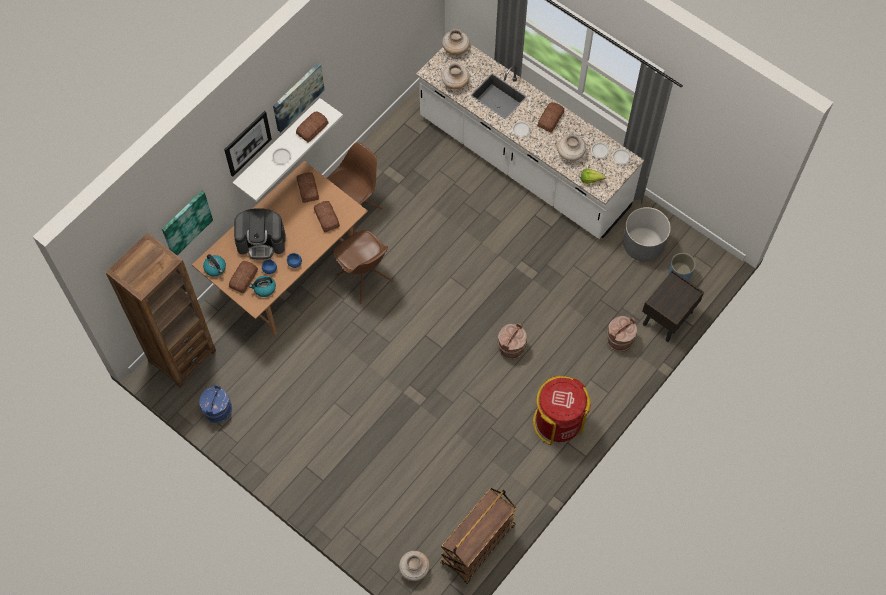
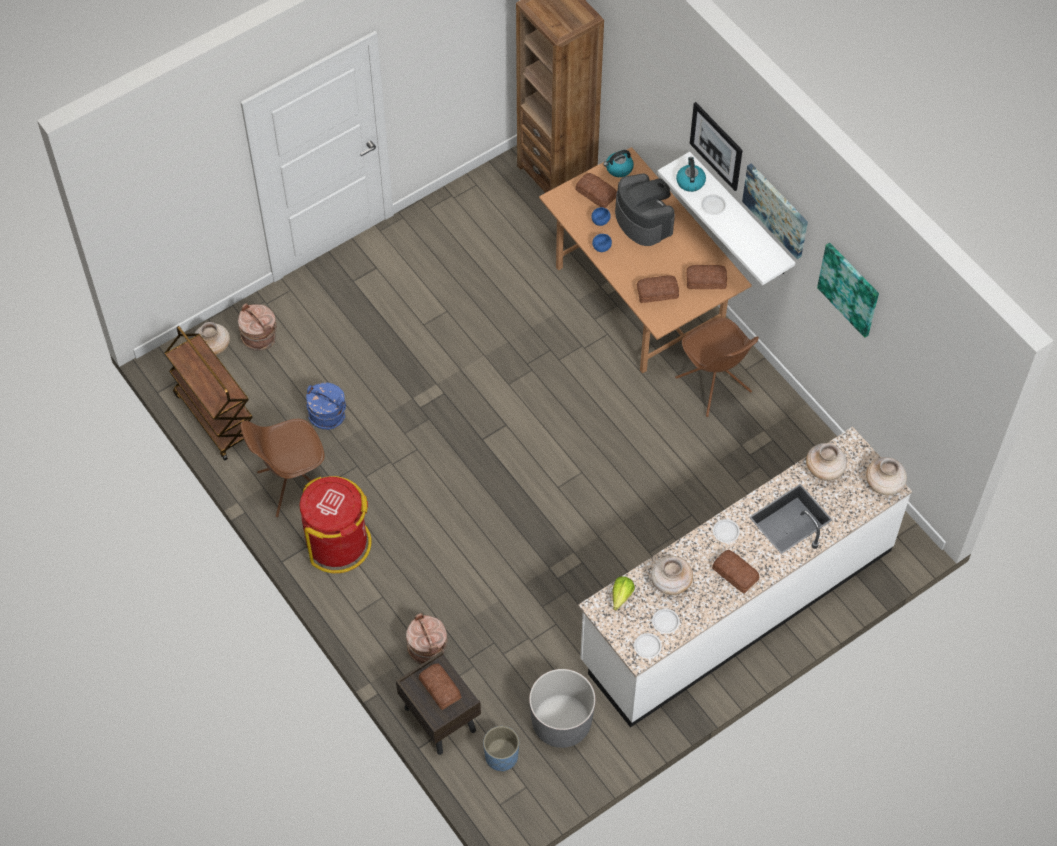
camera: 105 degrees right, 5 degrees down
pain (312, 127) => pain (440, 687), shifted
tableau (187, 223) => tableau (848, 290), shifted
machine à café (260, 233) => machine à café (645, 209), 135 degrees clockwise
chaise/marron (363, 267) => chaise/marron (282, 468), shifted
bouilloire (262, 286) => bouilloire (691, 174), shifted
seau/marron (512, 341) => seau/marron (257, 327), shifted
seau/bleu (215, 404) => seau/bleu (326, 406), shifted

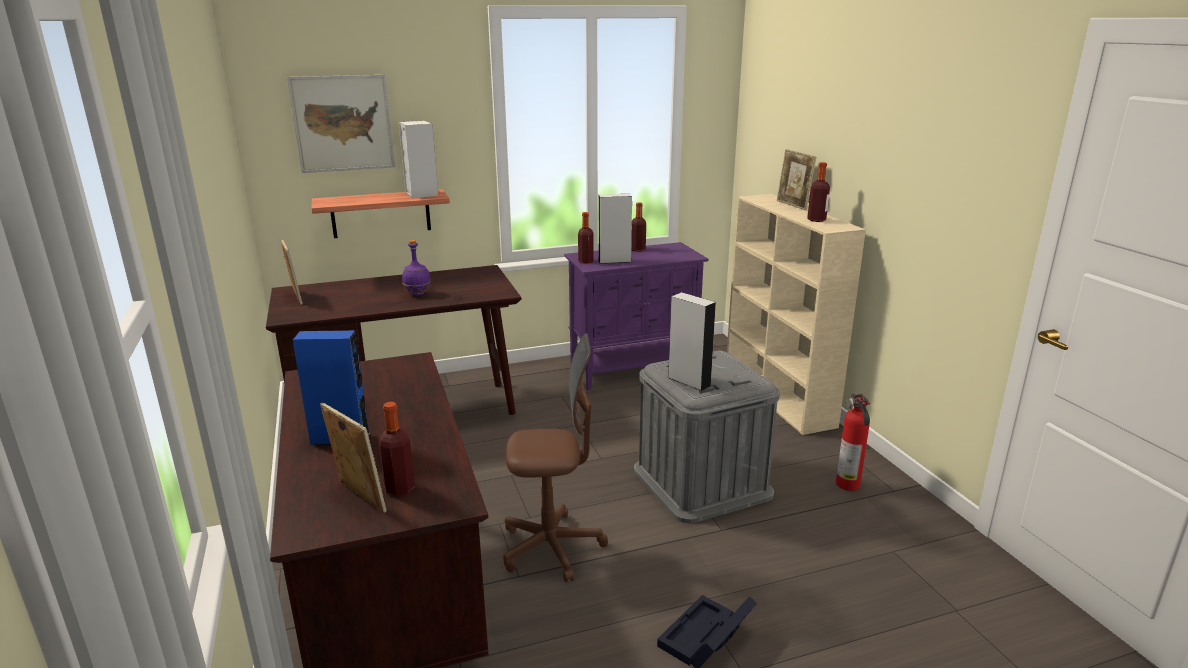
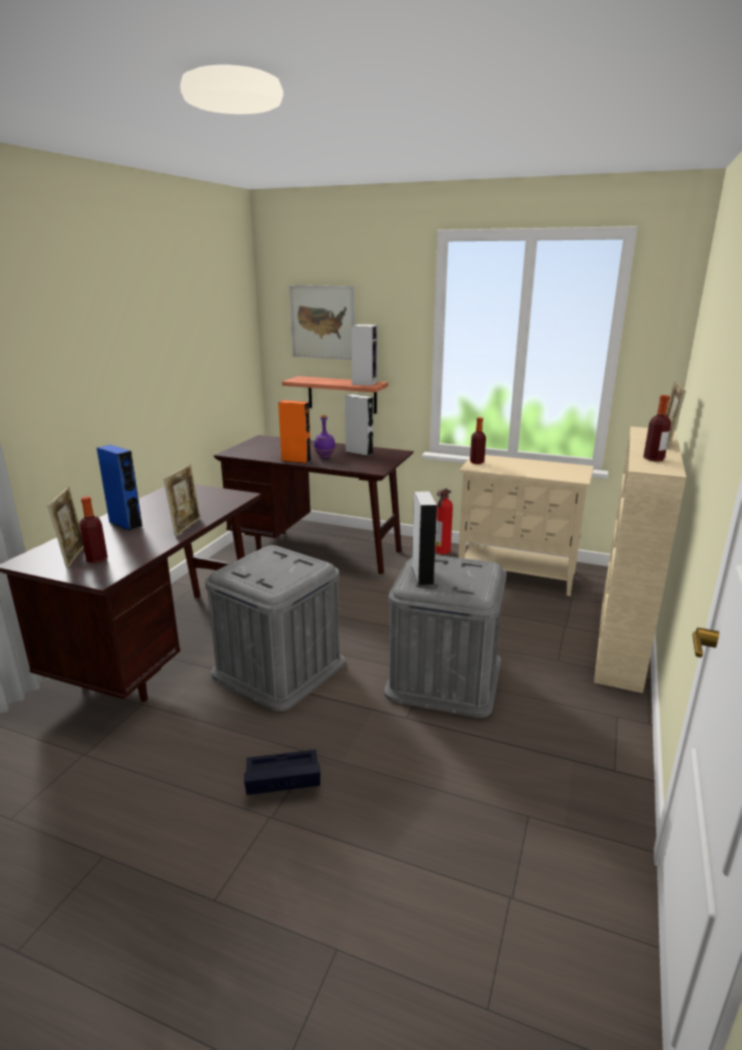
camera: 40 degrees right, 0 degrees up
enceinte/gris (615, 229) => enceinte/gris (359, 425), shifted
bouteille (638, 227) => nothing
cadre photo (292, 272) => cadre photo (182, 500), shifted
meuble de rangement/violet (636, 316) => meuble de rangement/beige (526, 525)
chaise de bureau/marron (555, 458) => boîte de rangement/gris (275, 628)
extincteur (853, 442) => extincteur (444, 521), shifted
nothing => enceinte/orange (294, 431)

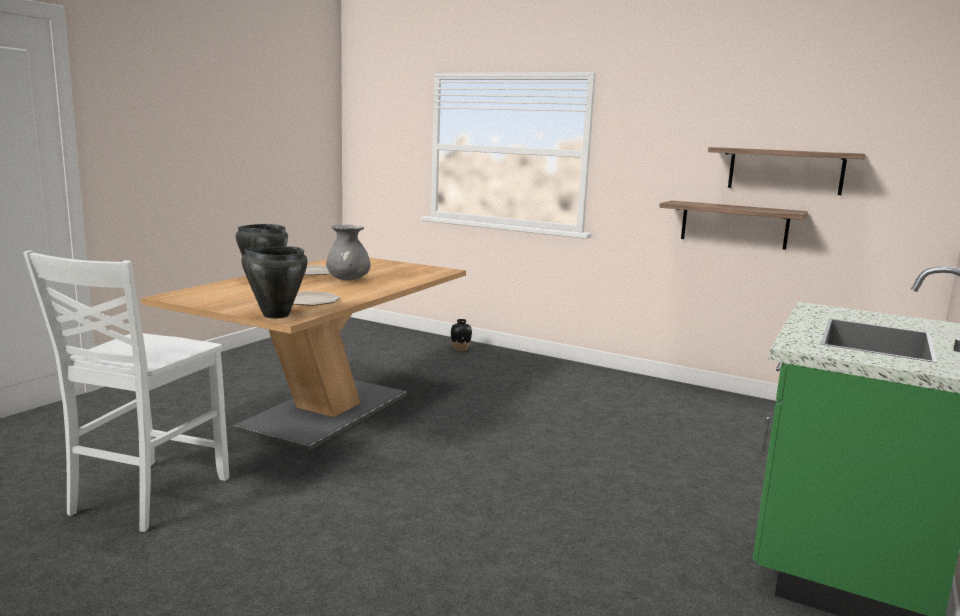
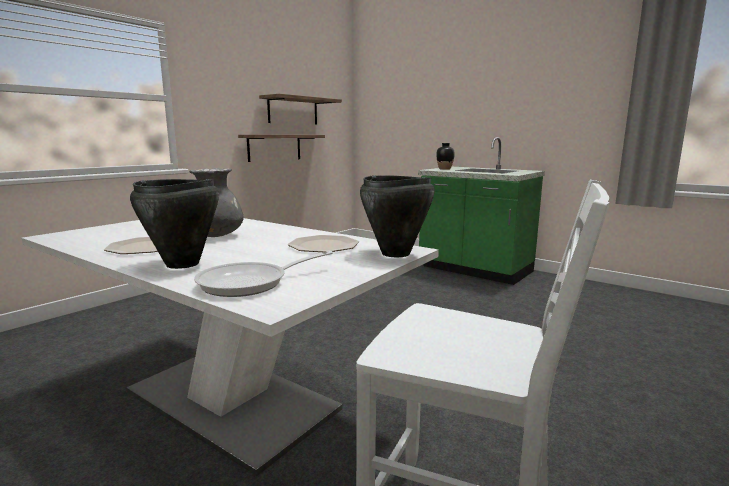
camera: 80 degrees left, 0 degrees up
table à manger/marron (303, 354) => table à manger/blanc (230, 347)
vase/noir (461, 335) => vase/noir (445, 156), shifted
nothing => poêle (263, 274)

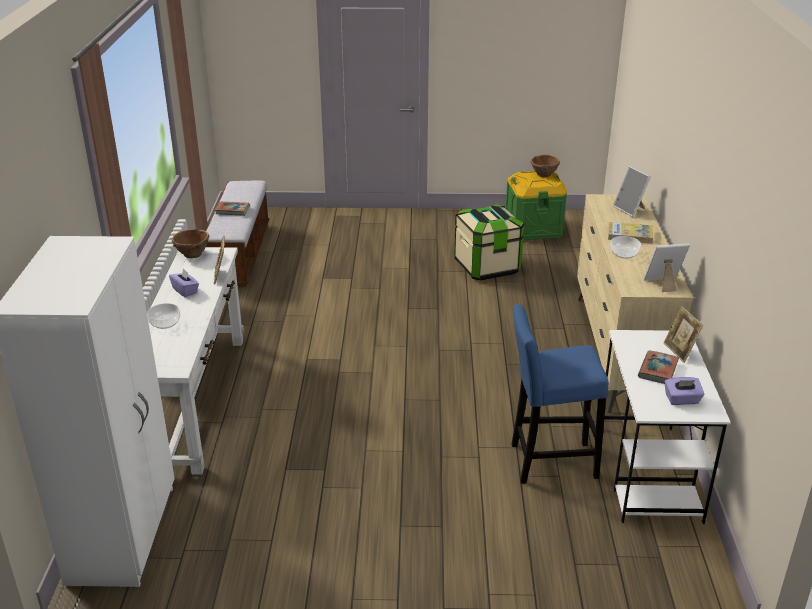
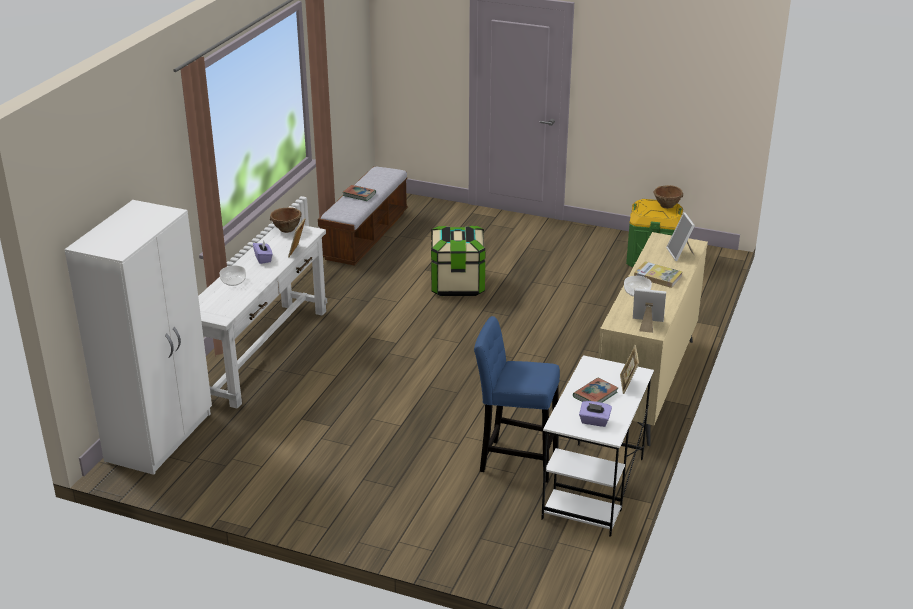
camera: 20 degrees right, 0 degrees up
boîte de rangement (489, 243) => boîte de rangement (458, 261), shifted

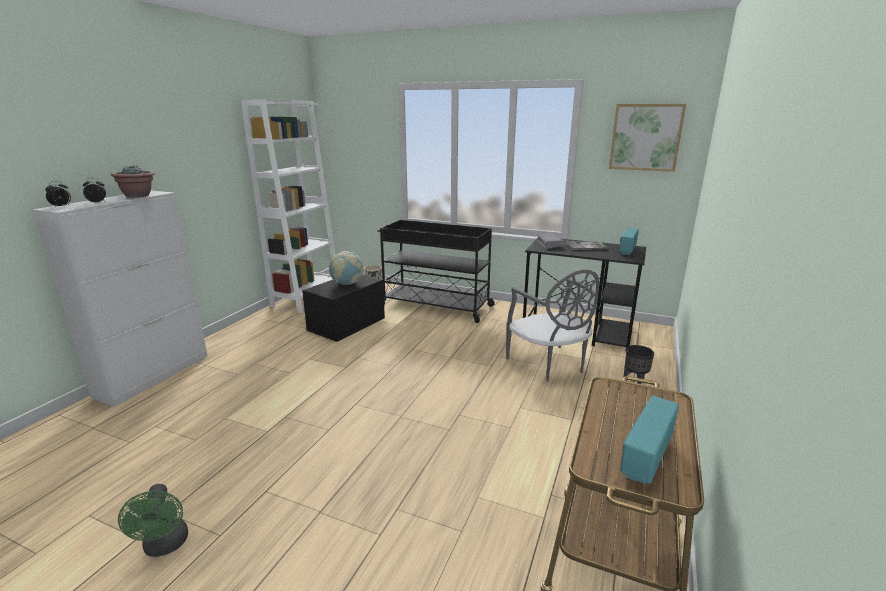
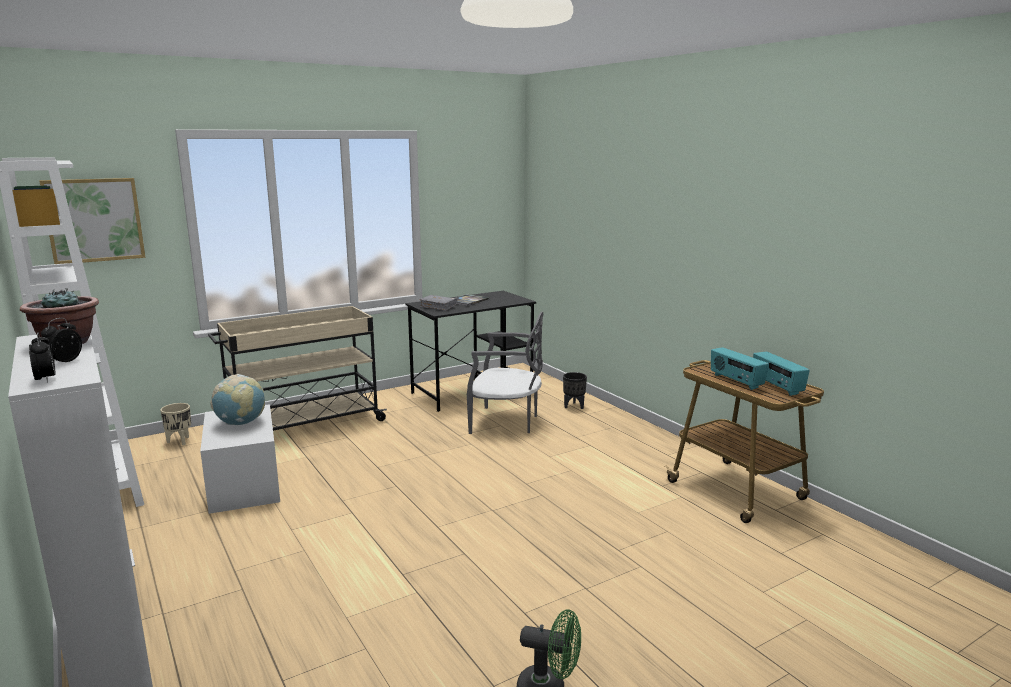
camera: 55 degrees left, 5 degrees down
tableau (647, 138) => tableau (92, 221), shifted
chariot/noir (437, 271) => chariot/beige (297, 368)
radio (629, 241) => radio (740, 368), shifted
boîte de rangement/noir (343, 308) => boîte de rangement/blanc (240, 459)

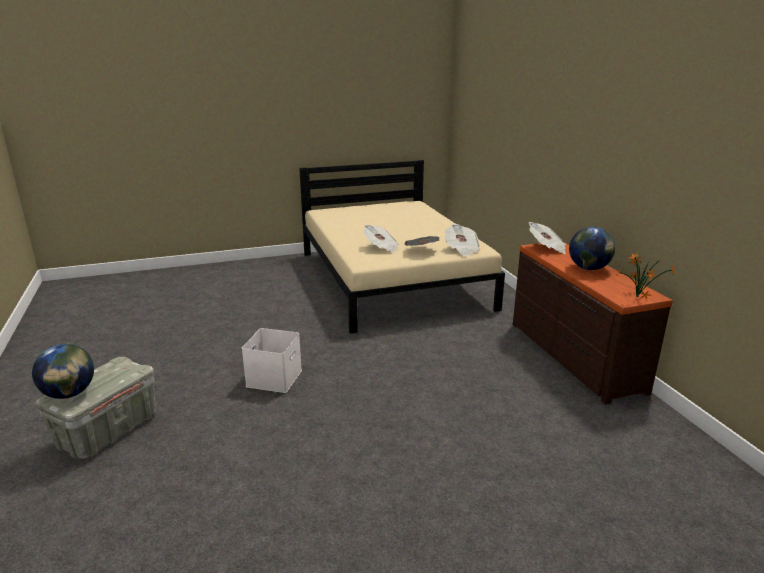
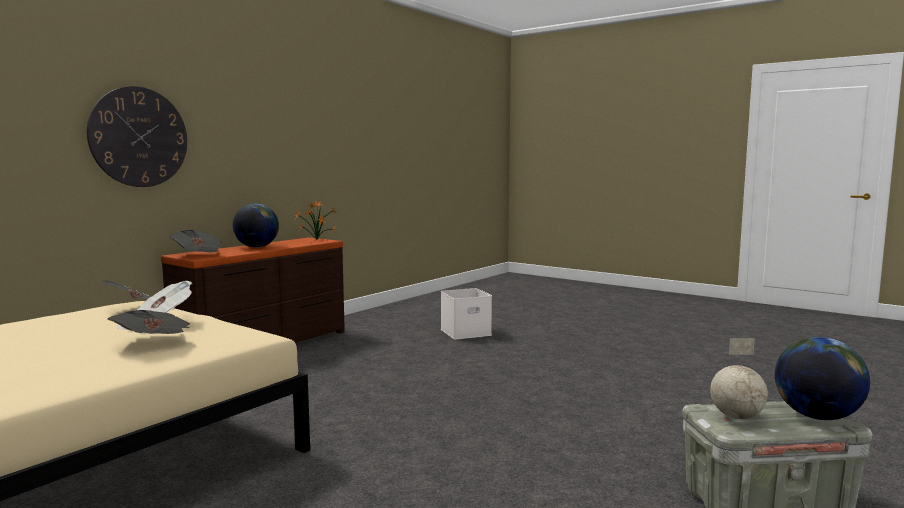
camera: 125 degrees left, 15 degrees down
boîte de rangement/blanc (272, 360) => boîte de rangement/blanc (466, 314), shifted
nothing => horloge murale (137, 136)
nothing => globe (739, 378)

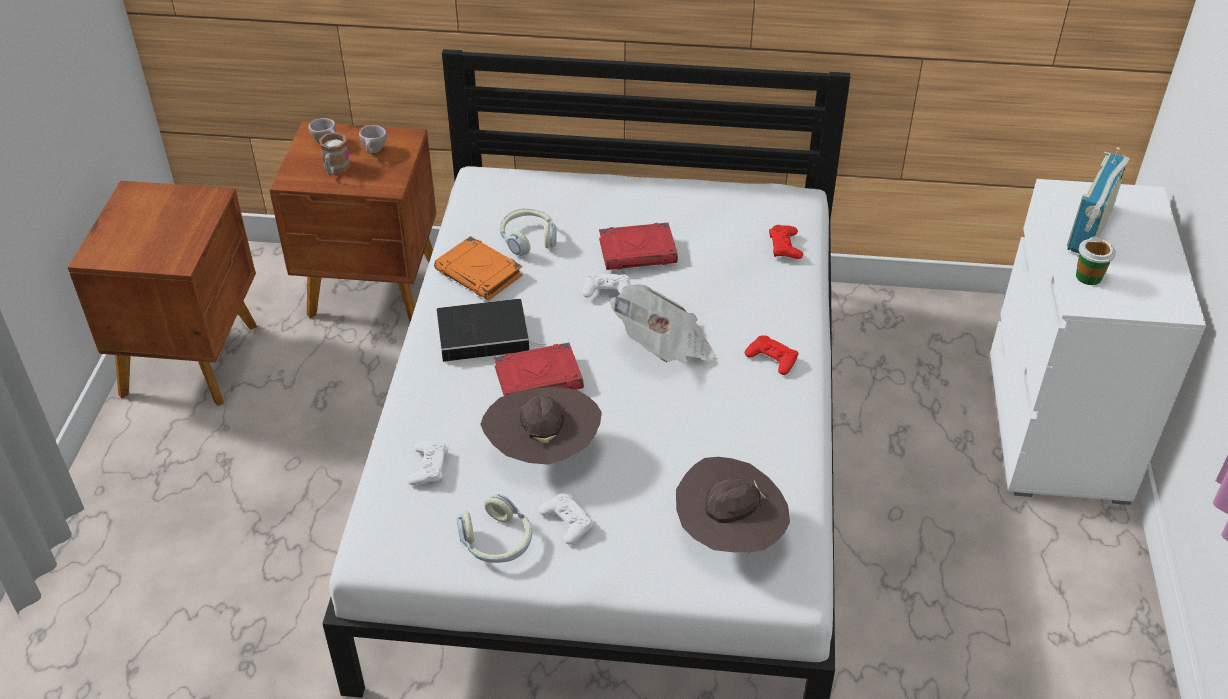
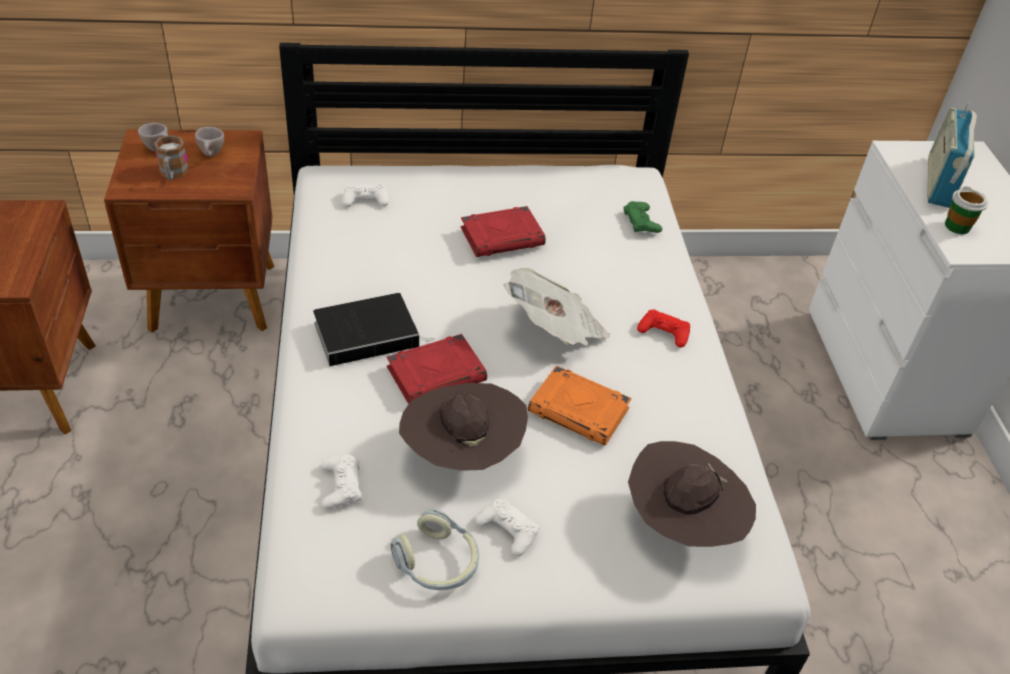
camera: 15 degrees left, 0 degrees up
casque audio (528, 232) => nothing
manette/rouge (786, 242) => manette/vert (642, 217)
livre/orange (478, 268) => livre/orange (579, 406), shifted
manette/blanc (606, 285) => manette/blanc (366, 195), shifted

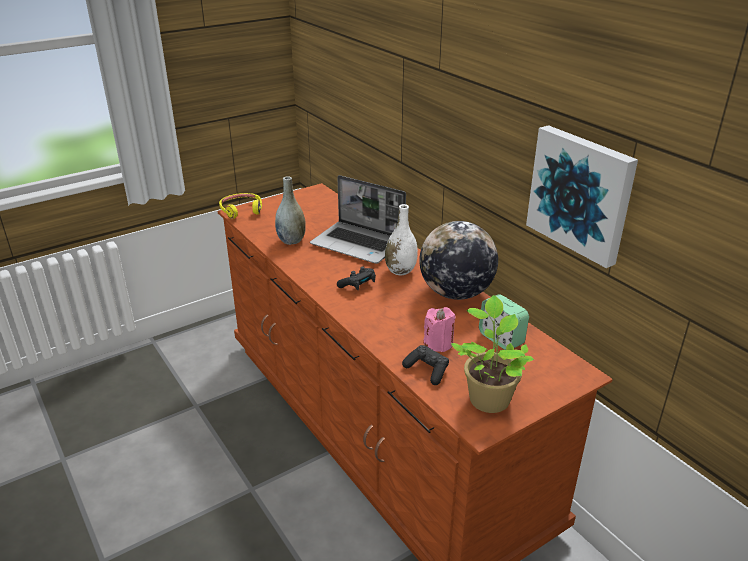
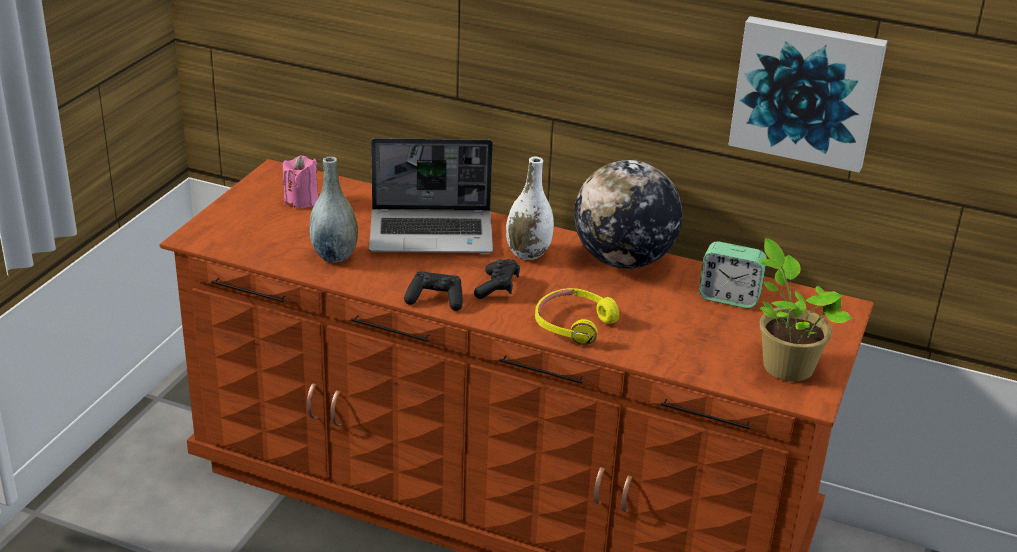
camera: 35 degrees left, 0 degrees up
casque audio/jaune (240, 206) => casque audio/jaune (577, 317), shifted
bougie/rose (439, 329) => bougie/rose (300, 181), shifted
manette/noir (425, 365) => manette/noir (433, 291), shifted

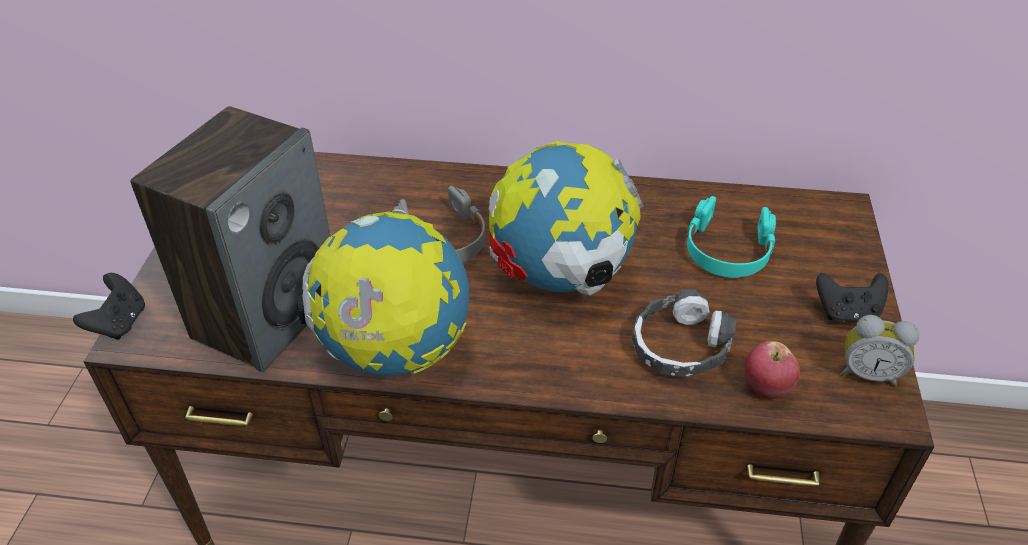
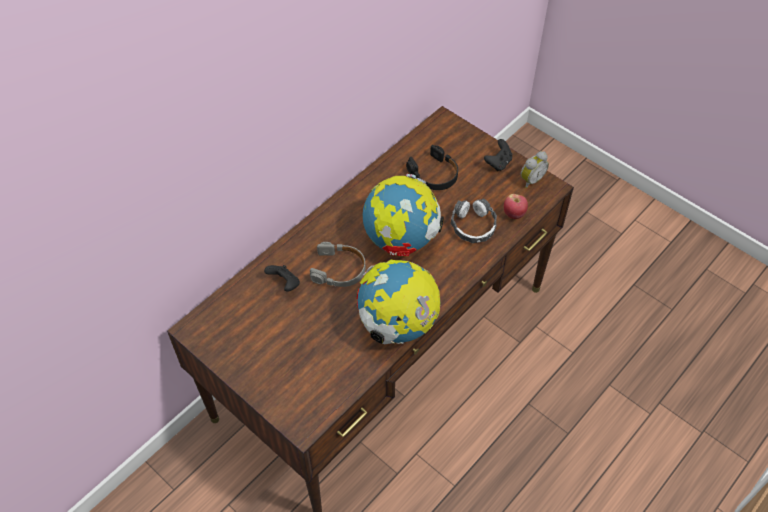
camera: 55 degrees left, 10 degrees up
enceinte (230, 239) => nothing
casque audio/turquoise (731, 237) => casque audio/noir (432, 167)
manette/noir (109, 306) => manette/noir (282, 278), shifted

